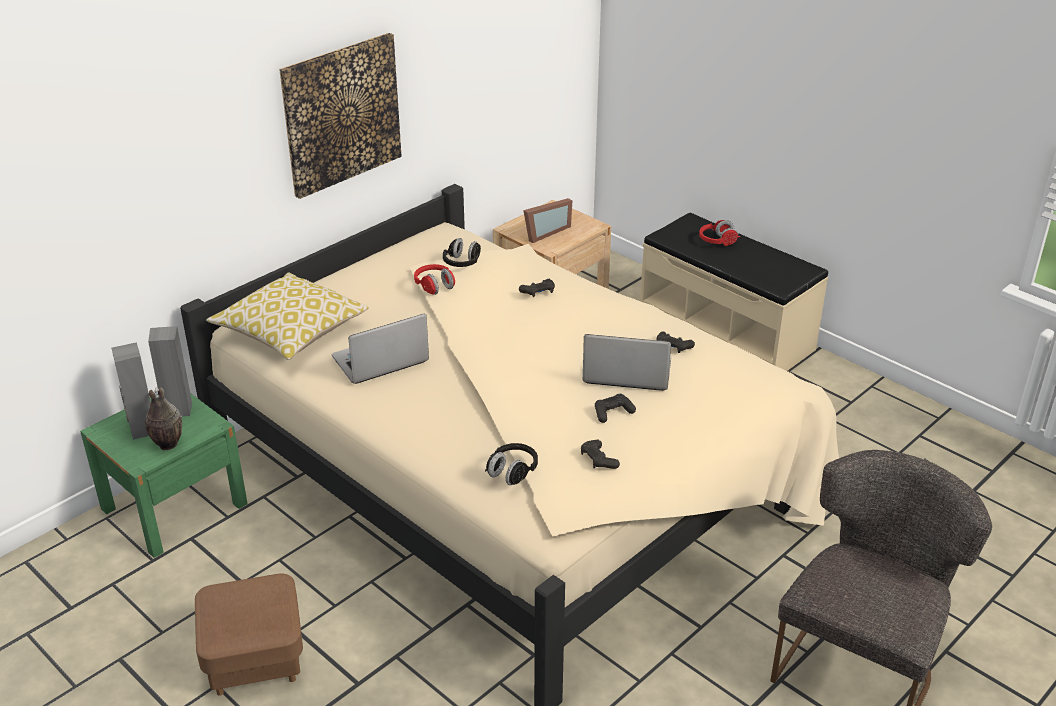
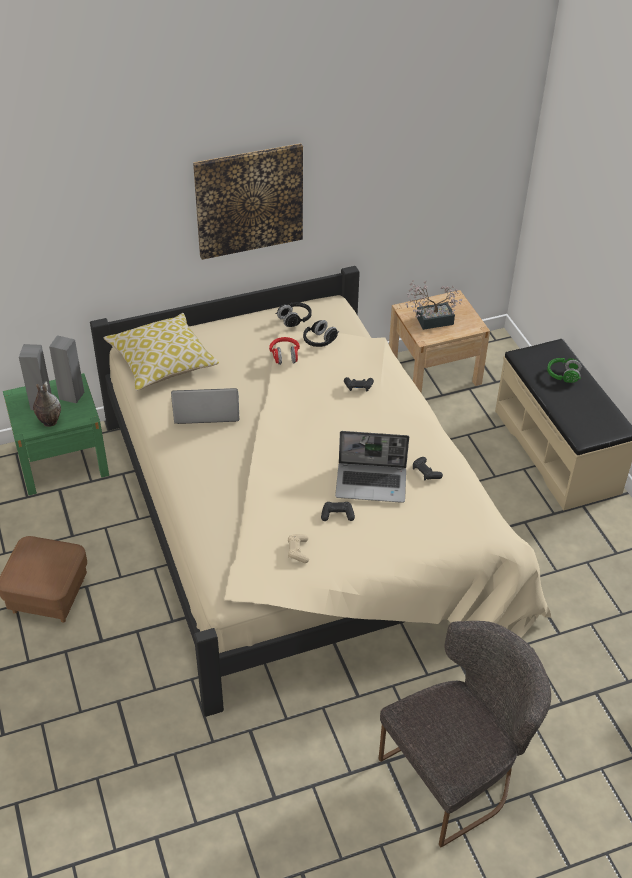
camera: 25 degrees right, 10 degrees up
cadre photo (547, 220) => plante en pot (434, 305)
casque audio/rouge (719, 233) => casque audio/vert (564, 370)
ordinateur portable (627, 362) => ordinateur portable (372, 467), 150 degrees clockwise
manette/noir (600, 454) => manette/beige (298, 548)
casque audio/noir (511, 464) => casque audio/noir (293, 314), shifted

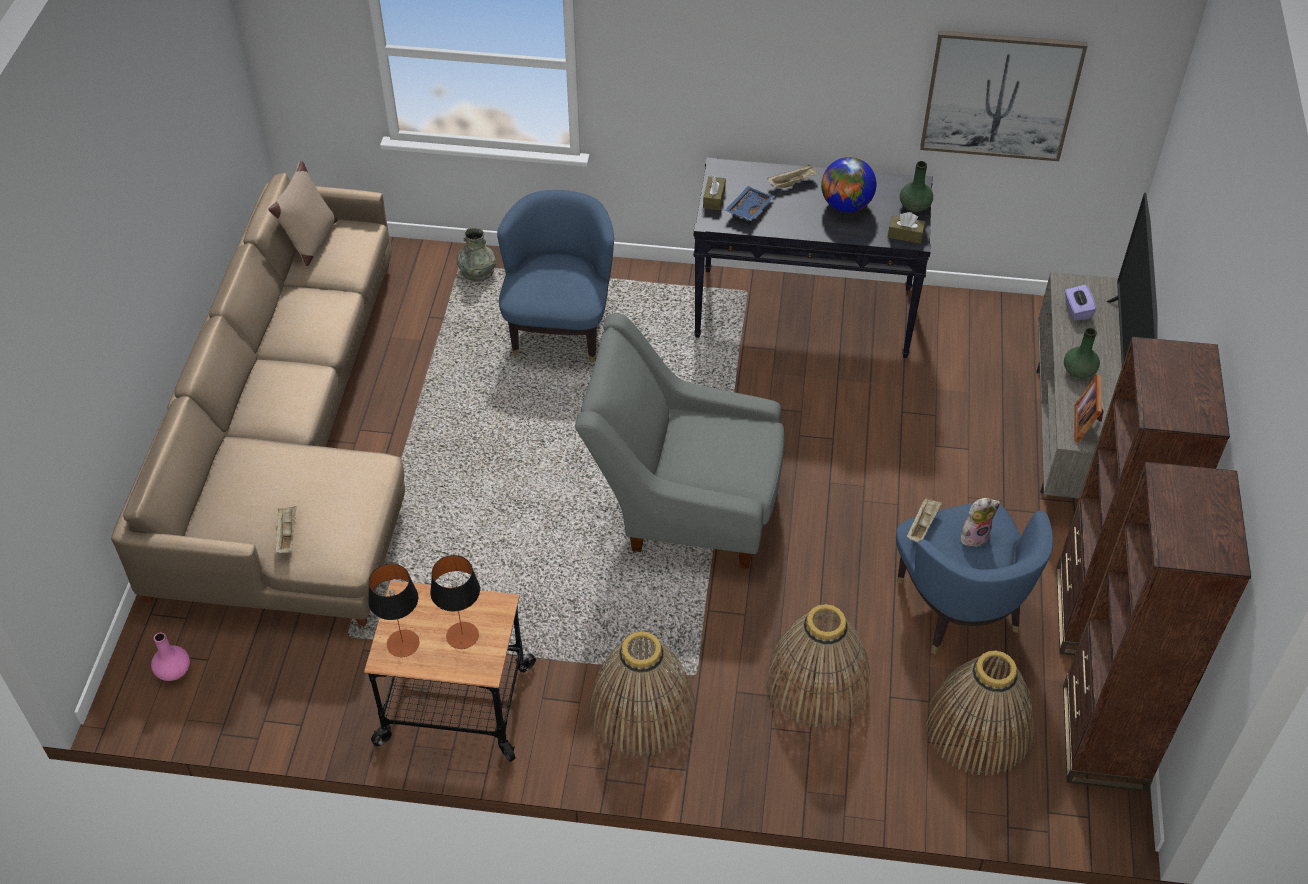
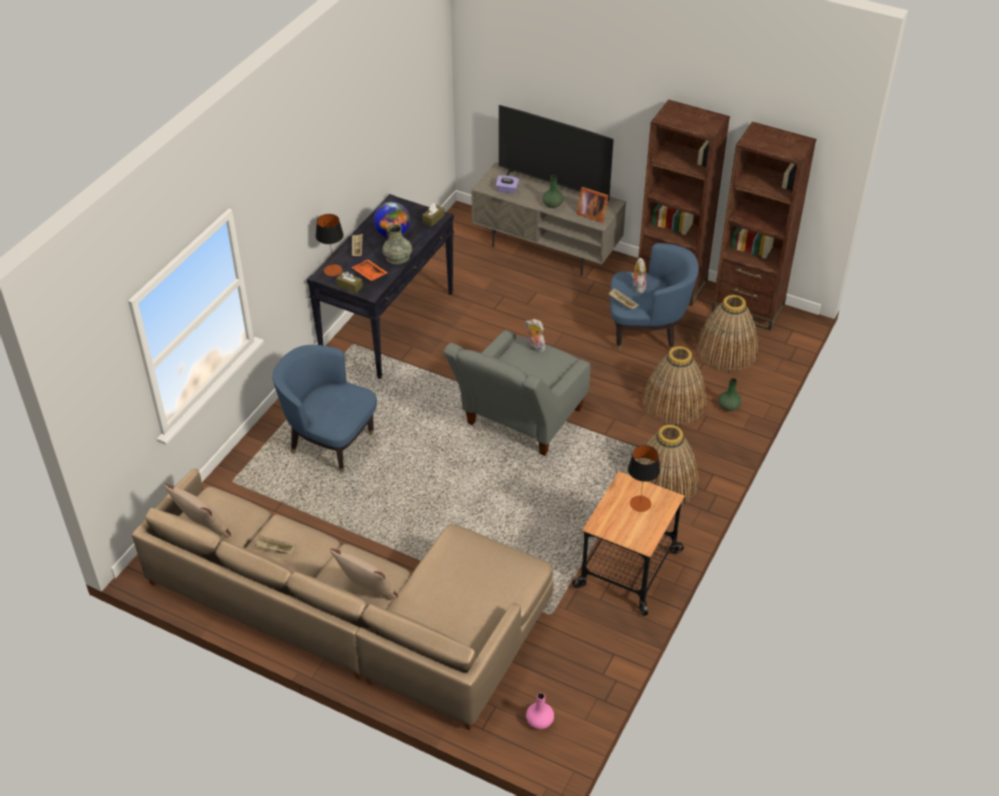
camera: 70 degrees left, 5 degrees down
tableau (1003, 95) => nothing
vase/vert (916, 186) => vase/vert (730, 394), shifted
plateau/bleu (749, 203) => plateau/orange (369, 270)
vase/gris (476, 254) => vase/gris (397, 244), shifted
plateau/beige (285, 529) => plateau/beige (275, 544), shifted
lampe de table (393, 610) => lampe de table (330, 245), shifted
nothing => peluche (535, 335)
nothing => coussin/beige (364, 573)

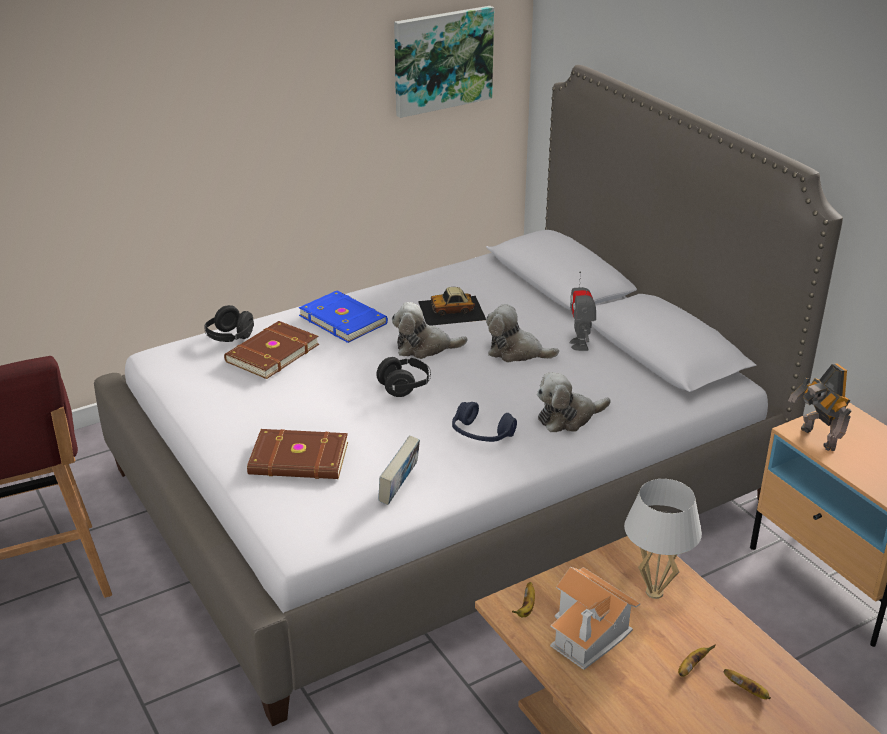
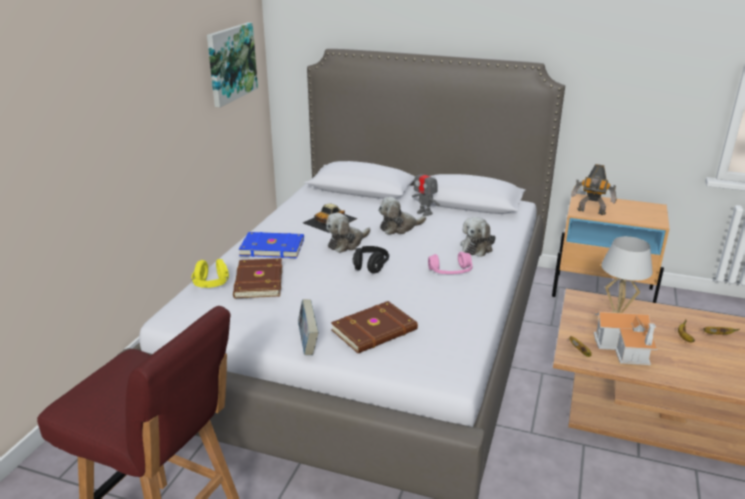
camera: 40 degrees left, 5 degrees down
casque audio/noir (229, 323) => casque audio/jaune (210, 273)
casque audio/bleu (484, 422) => casque audio/rose (450, 263)
livre (399, 470) => livre (308, 327), shifted

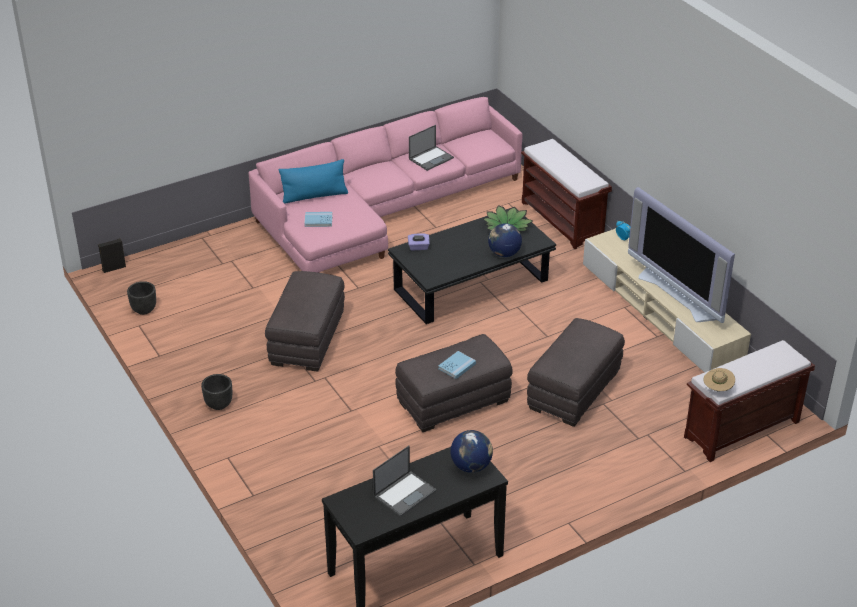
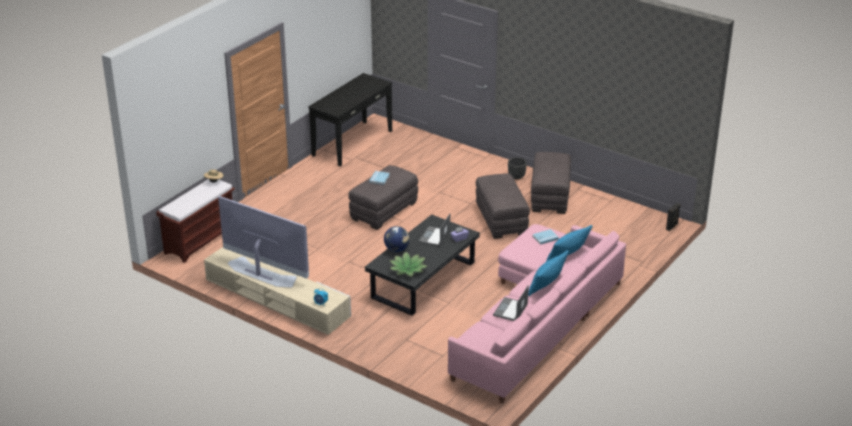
camera: 155 degrees right, 5 degrees down
banc/marron (566, 194) => nothing
cache-pot/noir (141, 298) => nothing
pouf/gris (576, 372) => pouf/gris (551, 183), shifted
globe (472, 451) => nothing
ordinateur portable (405, 481) => ordinateur portable (434, 230), shifted
nothing => coussin/bleu (548, 273)

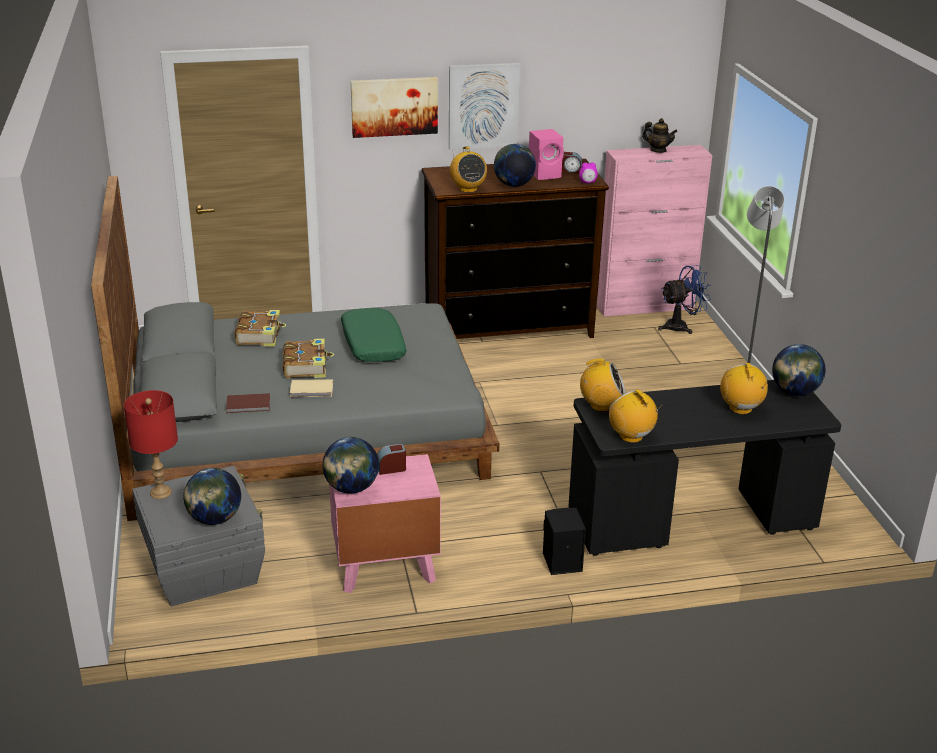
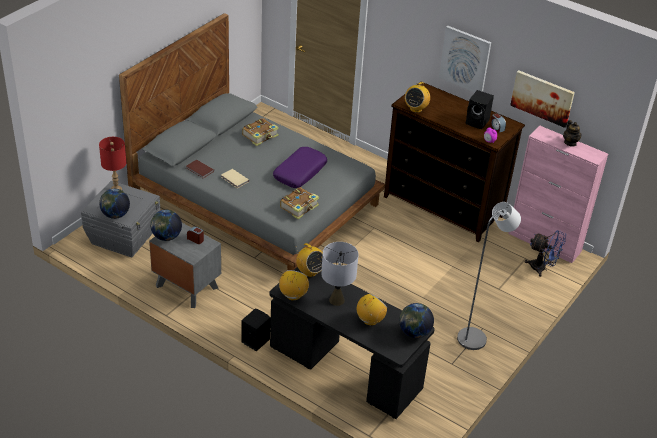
camera: 45 degrees right, 10 degrees up
tableau (394, 107) => tableau (542, 99), shifted
enceinte/rose (546, 154) => enceinte/noir (480, 109)
globe (515, 165) => nothing
coussin/vert (373, 335) => coussin/violet (300, 167)
livre (308, 358) => livre (299, 203), shifted
table de chevet/rose (385, 523) => table de chevet/gris (185, 265)
nothing => lampe de table/gris (340, 274)

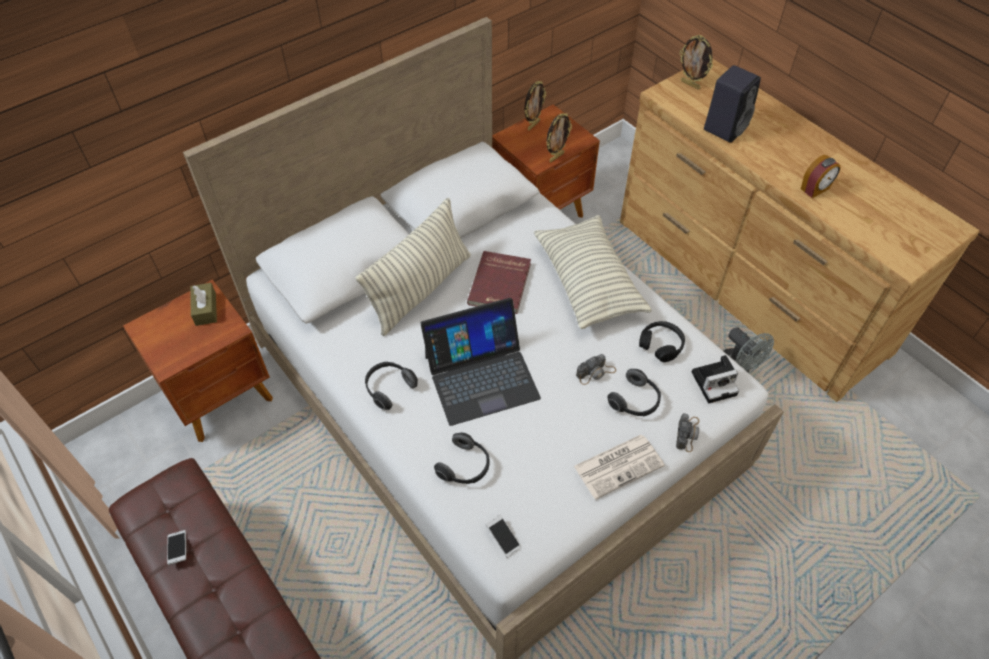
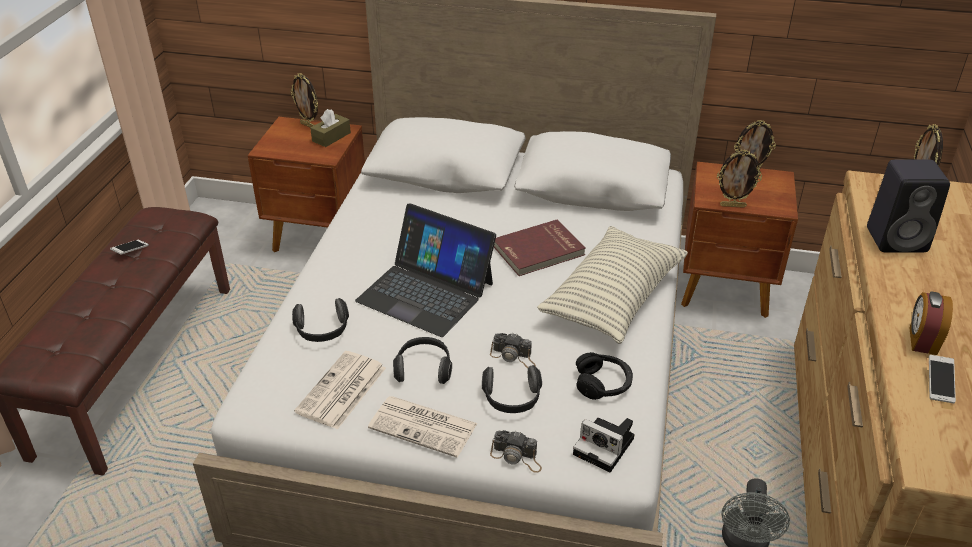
camera: 50 degrees right, 15 degrees down
réveil (821, 176) => réveil (931, 323), 90 degrees clockwise
coussin (413, 266) => nothing
casque audio (391, 385) => casque audio (422, 360), shifted
appareil photo (688, 432) => appareil photo (516, 451), 45 degrees clockwise
téléphone (504, 536) => téléphone (942, 379), shifted
nothing => cadre photo (304, 100)
nothing => journal (340, 390)

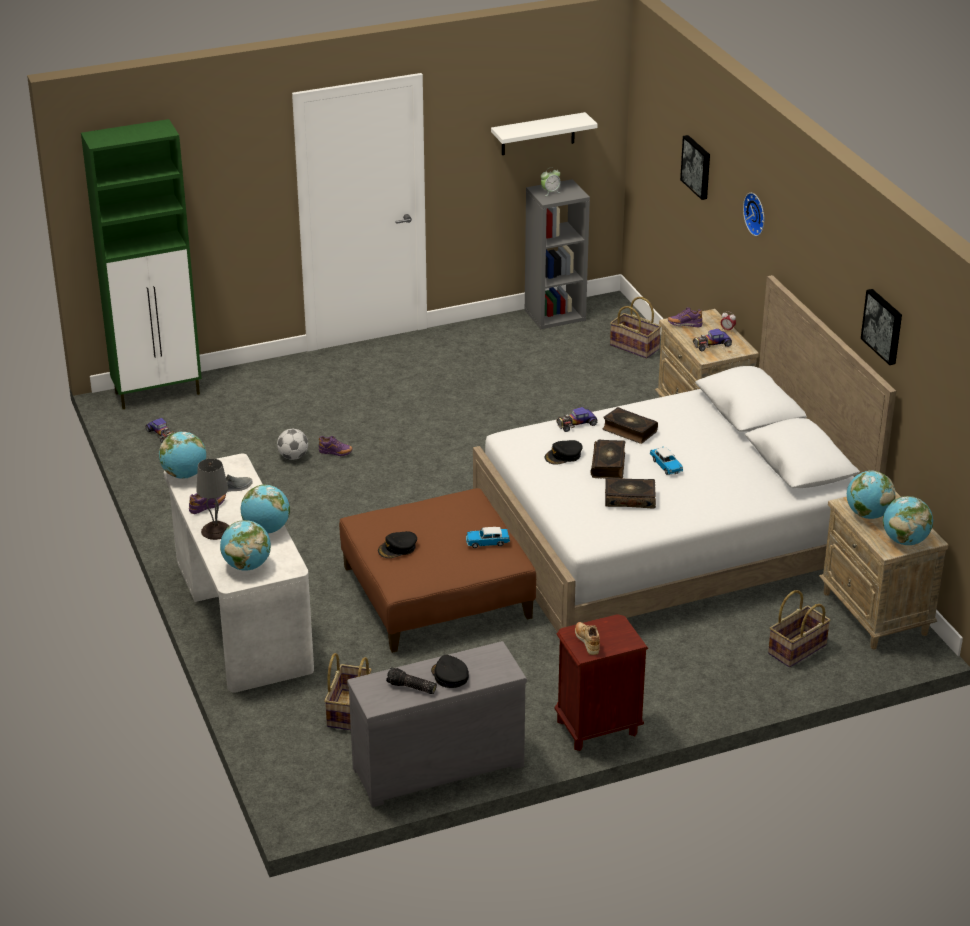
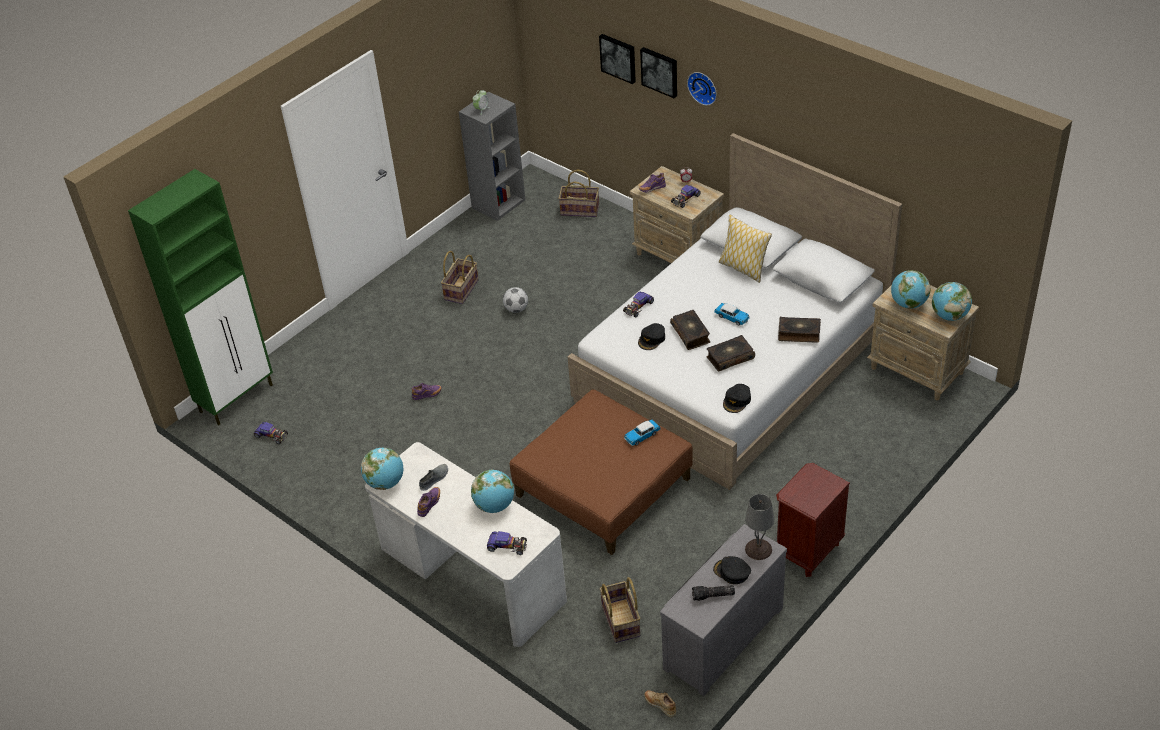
camera: 25 degrees left, 10 degrees up
étagère/blanc (544, 133) => nothing
tableau (881, 327) => tableau (658, 72), shifted
livre (630, 425) => livre (799, 330), shifted
ballon de foot (292, 444) => ballon de foot (515, 300), shifted
lampe de table/gris (212, 499) => lampe de table/gris (759, 527), shifted
globe (245, 545) => petite voiture (507, 543)
casquette/noir (397, 544) => casquette/noir (737, 398), shifted
panier (799, 628) => panier (460, 277), shifted
chaussure/beige (587, 638) => chaussure/beige (660, 703), shifted
nothing => coussin (745, 249)

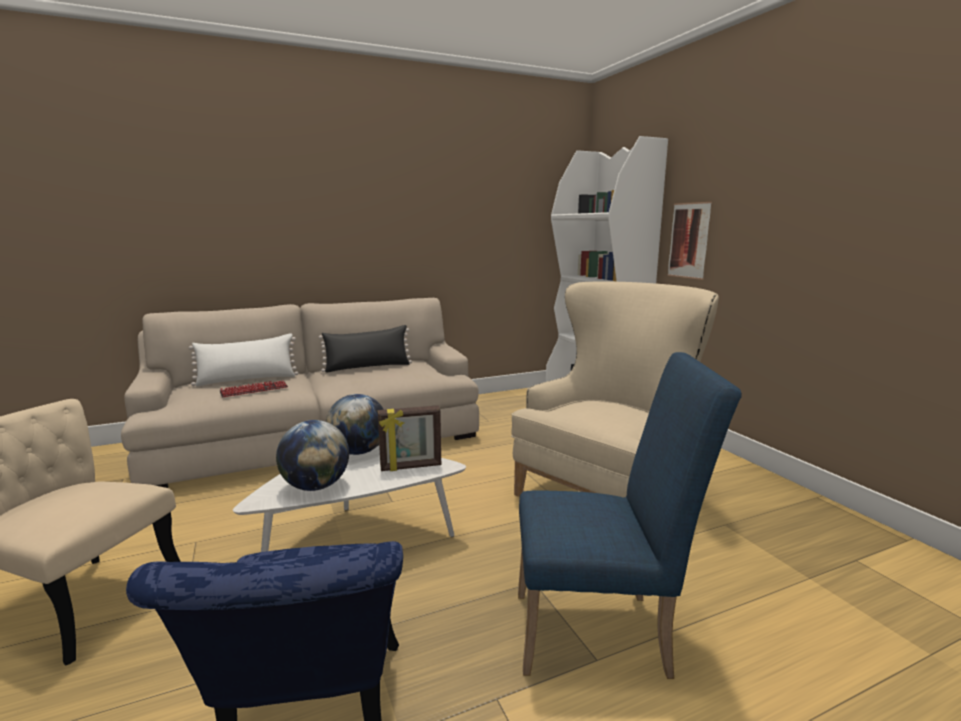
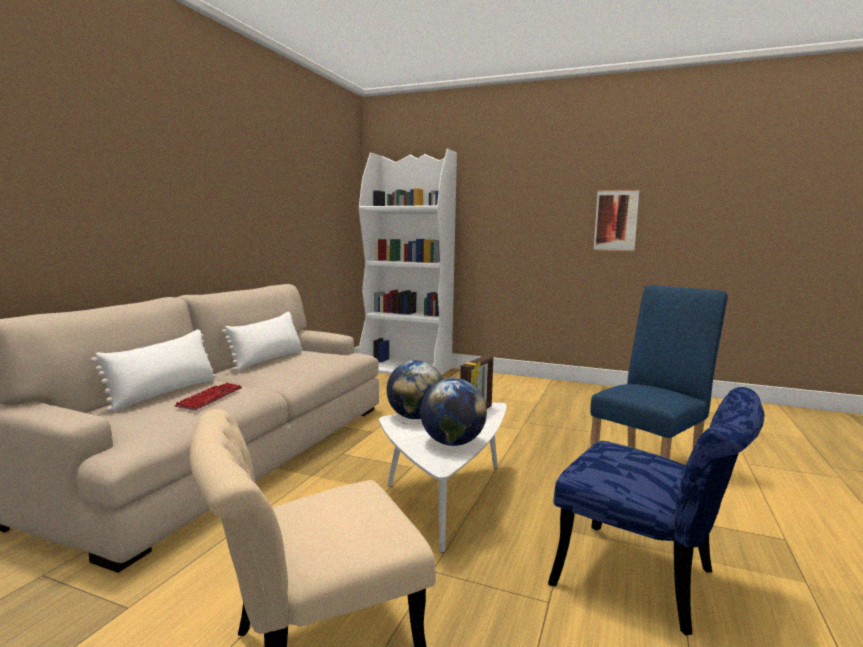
camera: 45 degrees left, 5 degrees down
tableau (689, 241) => tableau (616, 220), shifted
fauteuil/beige (615, 389) => nothing
coussin/noir (365, 349) => coussin/blanc (262, 341)

